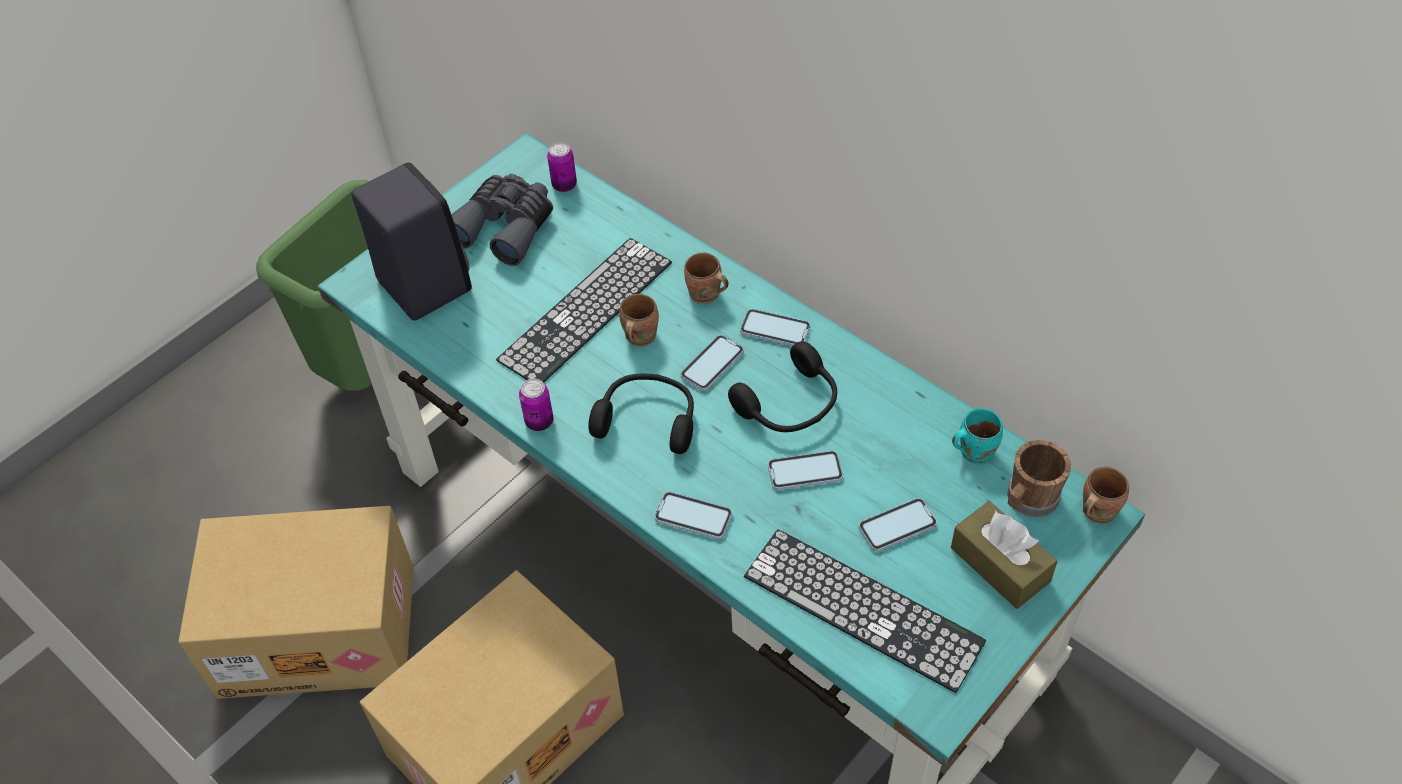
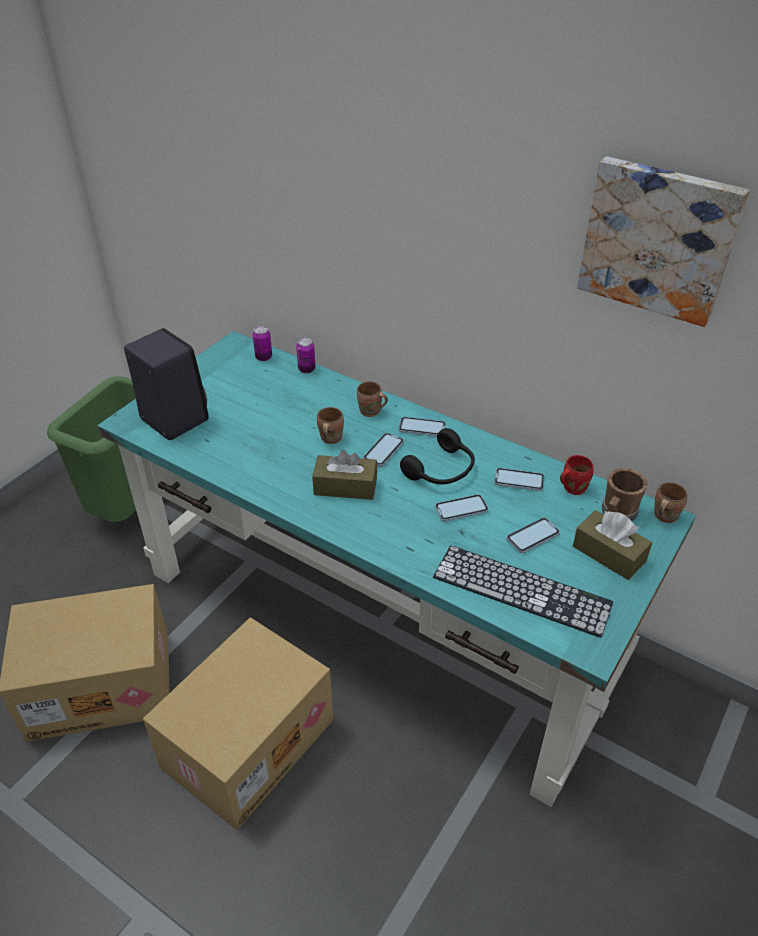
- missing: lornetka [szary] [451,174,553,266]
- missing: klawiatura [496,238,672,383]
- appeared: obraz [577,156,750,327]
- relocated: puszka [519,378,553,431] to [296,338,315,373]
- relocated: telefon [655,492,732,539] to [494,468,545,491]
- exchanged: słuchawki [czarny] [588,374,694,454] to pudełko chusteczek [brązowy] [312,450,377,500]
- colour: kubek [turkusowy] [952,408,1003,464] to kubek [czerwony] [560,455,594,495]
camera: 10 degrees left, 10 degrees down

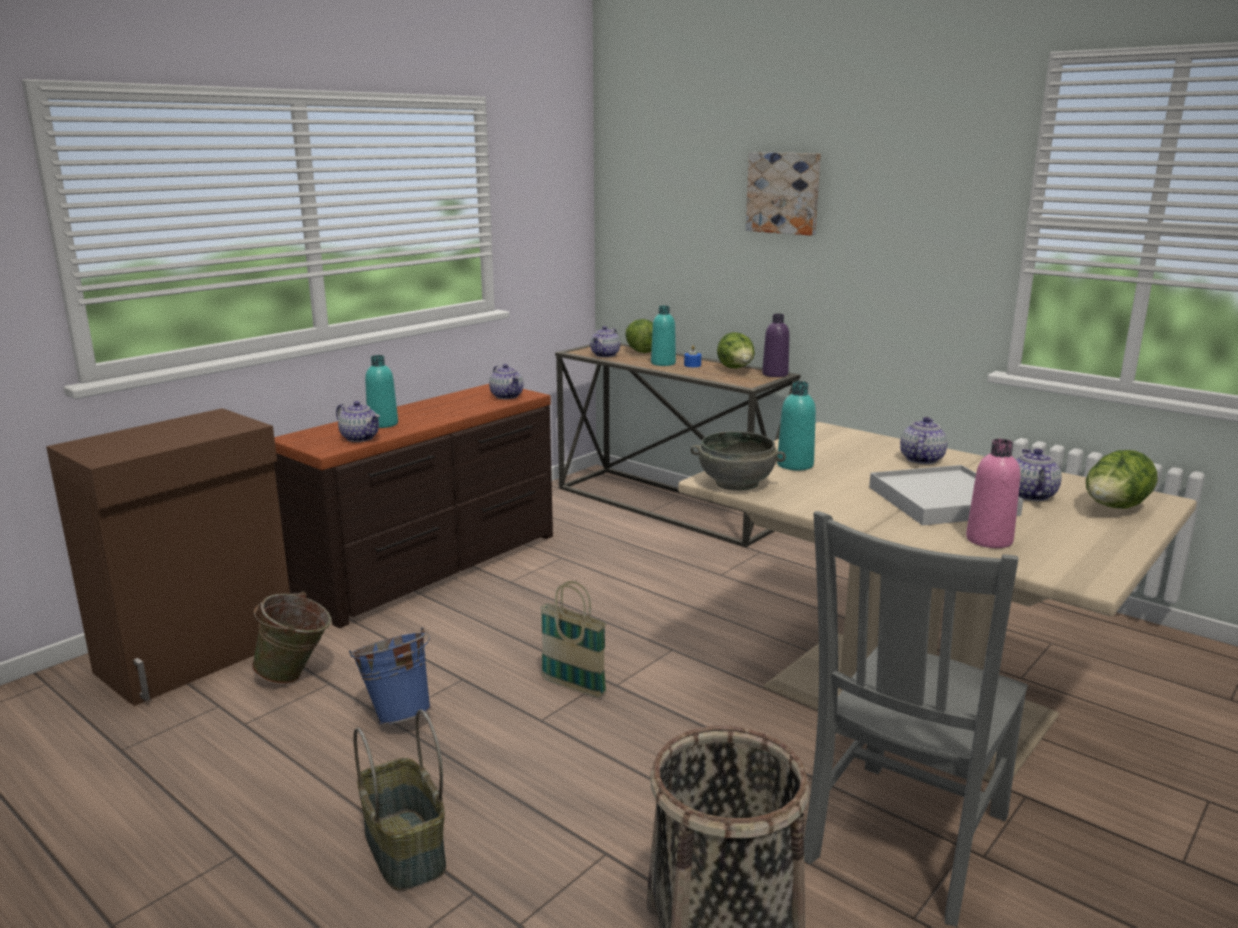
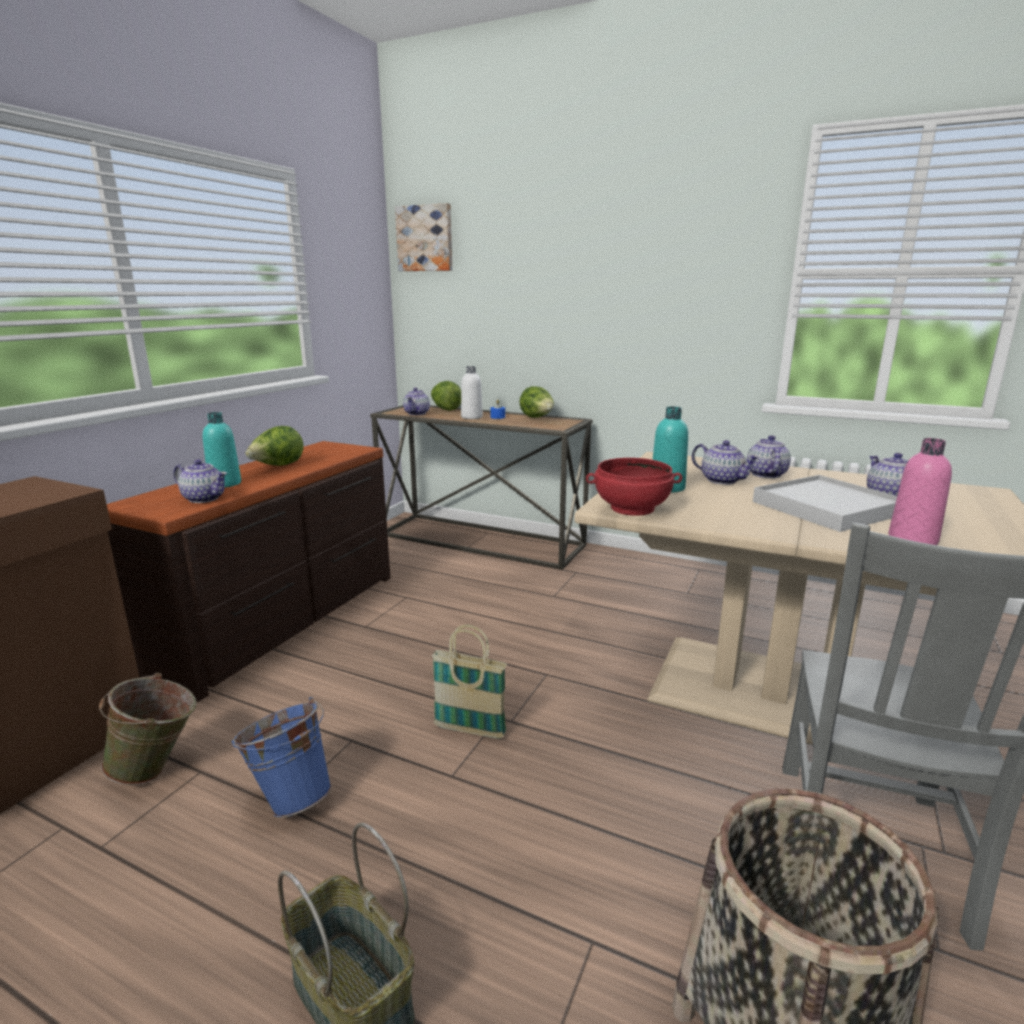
- missing: butelka [fioletowy] [762,314,789,377]
- relocated: imbryk [489,364,523,399] to [692,440,760,485]
- relocated: obraz [746,152,821,236] to [395,203,452,271]
- relocated: sałata [1086,450,1158,509] to [245,426,304,466]
- colour: butelka [turkusowy] [651,306,676,366] to butelka [biały] [461,366,483,419]
- colour: miska [szary] [690,431,786,491] to miska [czerwony] [586,458,682,516]
camera: 15 degrees left, 0 degrees up

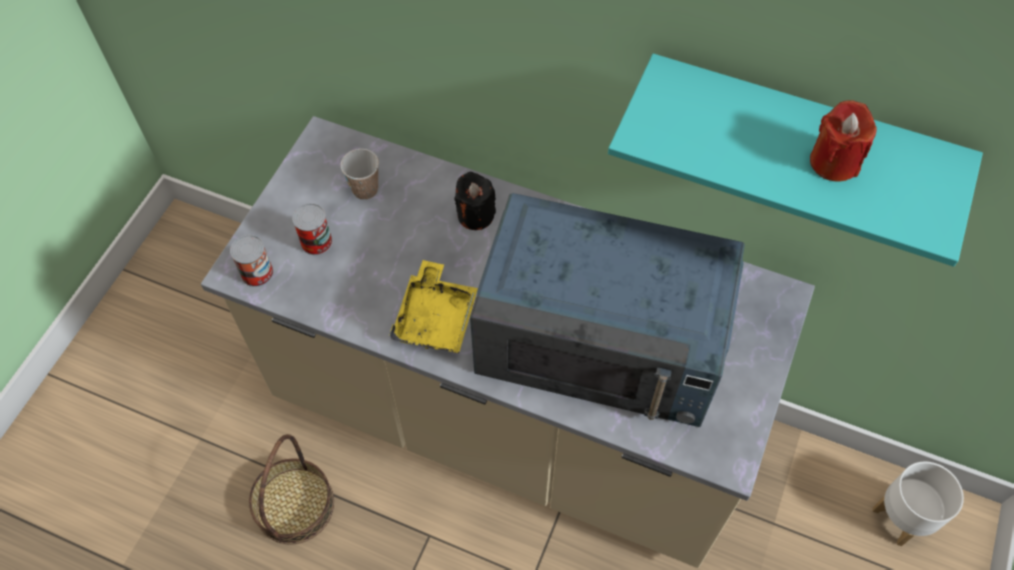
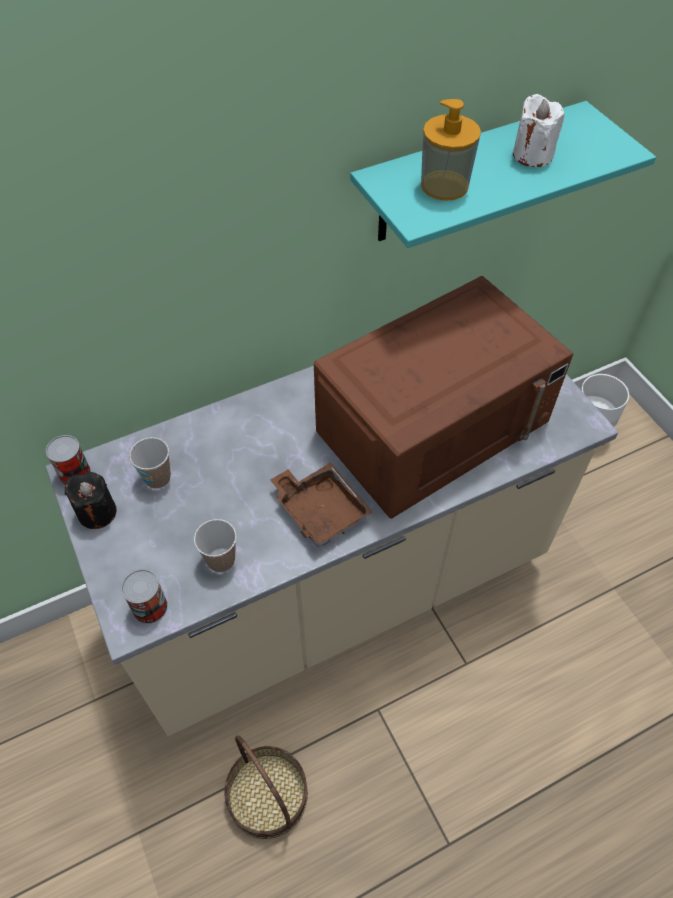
- appeared: filiżanka [194,519,237,572]
- appeared: dozownik mydła [421,99,481,201]
- relocated: puszka [292,203,333,255] to [46,435,91,485]
- relocated: świeca [czarny] [455,172,496,230] to [65,472,117,529]
- colour: taca [żółty] [389,260,478,353] to taca [brązowy] [270,462,373,548]
- colour: mikrofalówka [niebieski] [470,193,745,427] to mikrofalówka [brązowy] [314,276,573,519]
- colour: świeca [czerwony] [810,100,877,182] to świeca [biały] [513,94,565,167]
camera: 50 degrees left, 5 degrees down

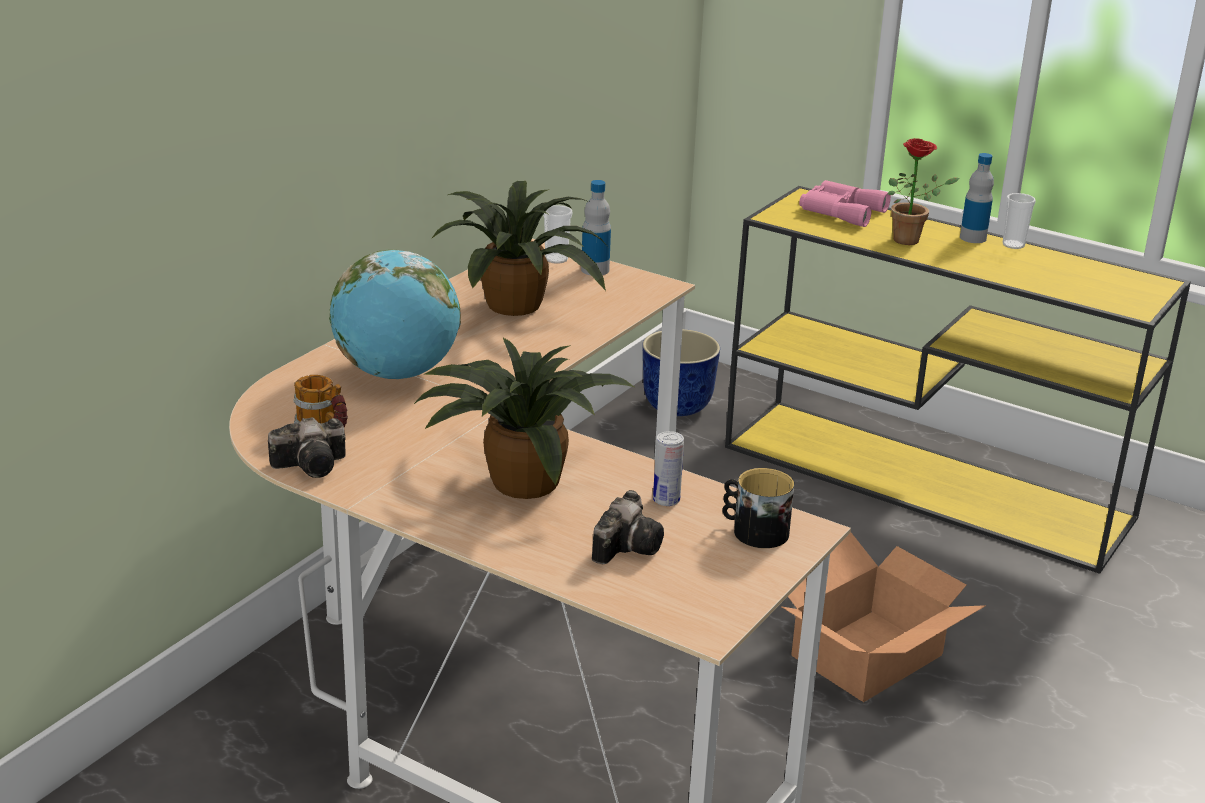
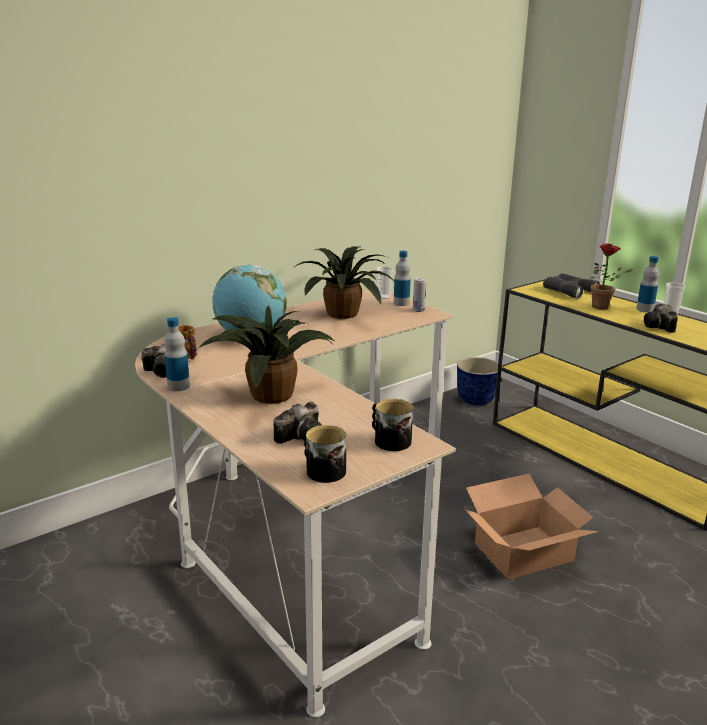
- appeared: butelka [164,317,190,391]
- appeared: kubek [304,425,346,483]
- appeared: aparat fotograficzny [644,304,678,333]
- relocated: puszka [653,431,684,506] to [413,278,426,312]
- colour: lornetka [różowy] [799,180,891,227] to lornetka [szary] [543,273,600,299]
camera: 20 degrees right, 5 degrees down

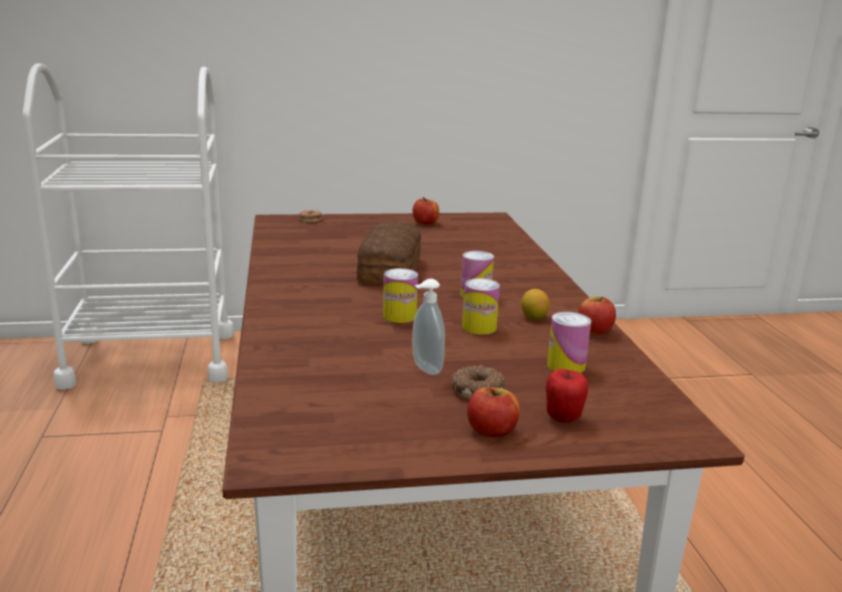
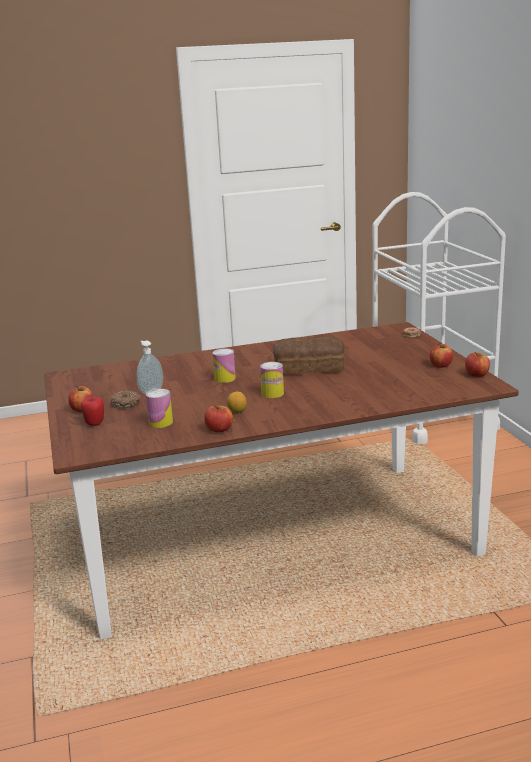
- missing: puszka [462,278,500,335]
- appeared: jabłko [465,352,490,377]
camera: 85 degrees right, 0 degrees up

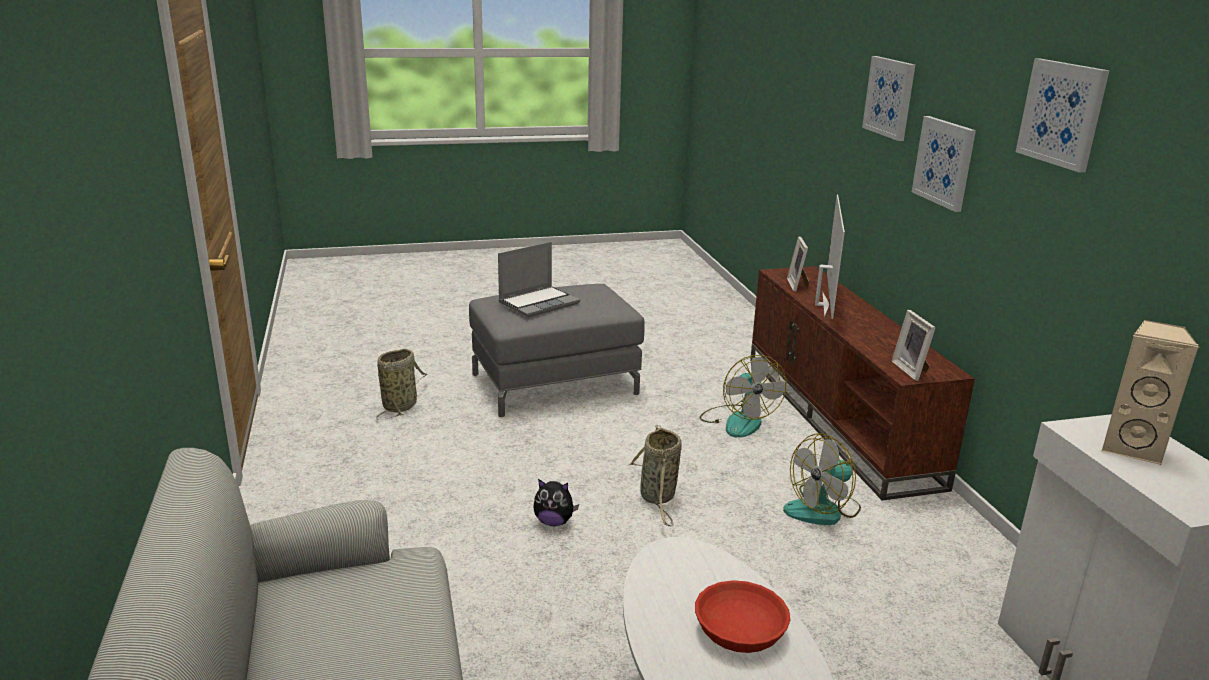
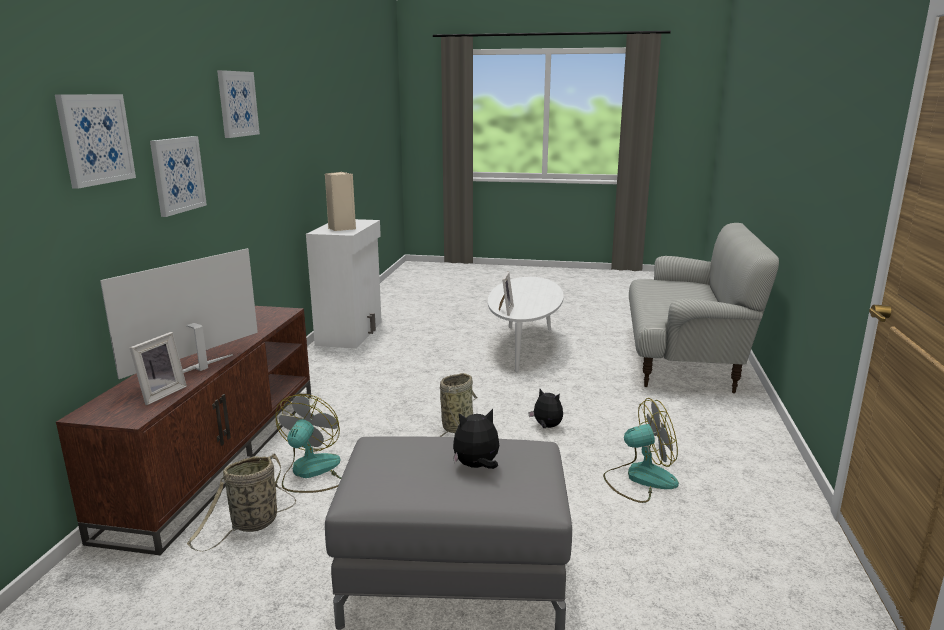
- missing: miska [czerwony] [695,580,791,653]
- relocated: koszyk [376,349,428,420] to [187,453,296,552]
- relocated: wentylator [783,433,861,525] to [603,398,679,503]
- relocated: ramka na zdjęcie [892,310,936,381] to [499,272,514,316]
- exchanged: laptop [498,242,580,317] to pluszak [453,409,499,469]
camera: 155 degrees left, 5 degrees down

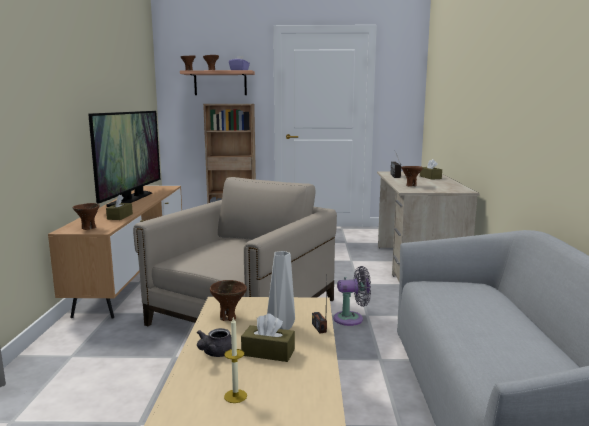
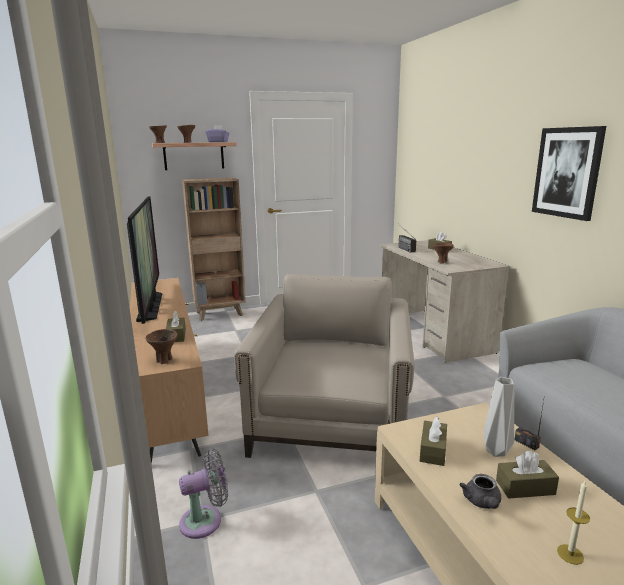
- appeared: obraz [532,126,606,221]
- relocated: wentylator [szary] [333,266,371,326] to [179,449,228,539]
- exchanged: miska [brązowy] [210,280,247,321] to pudełko chusteczek [brązowy] [420,416,447,466]
camera: 20 degrees left, 5 degrees up

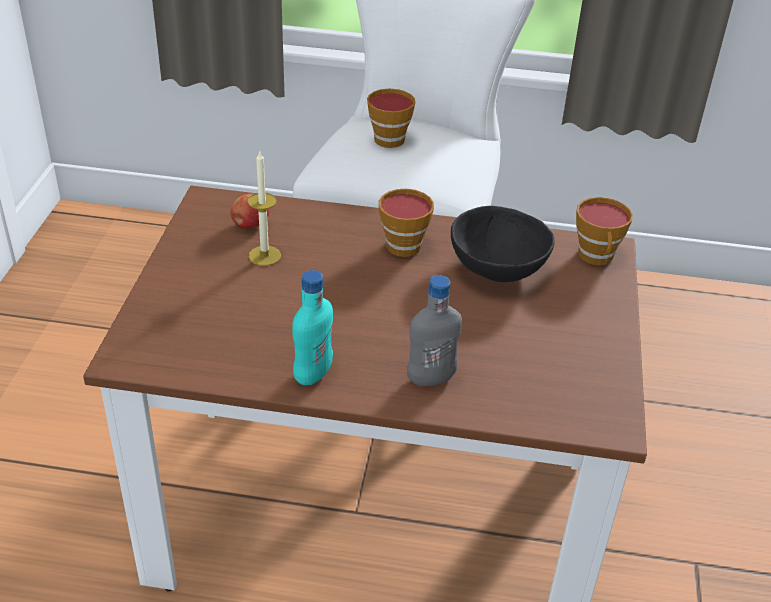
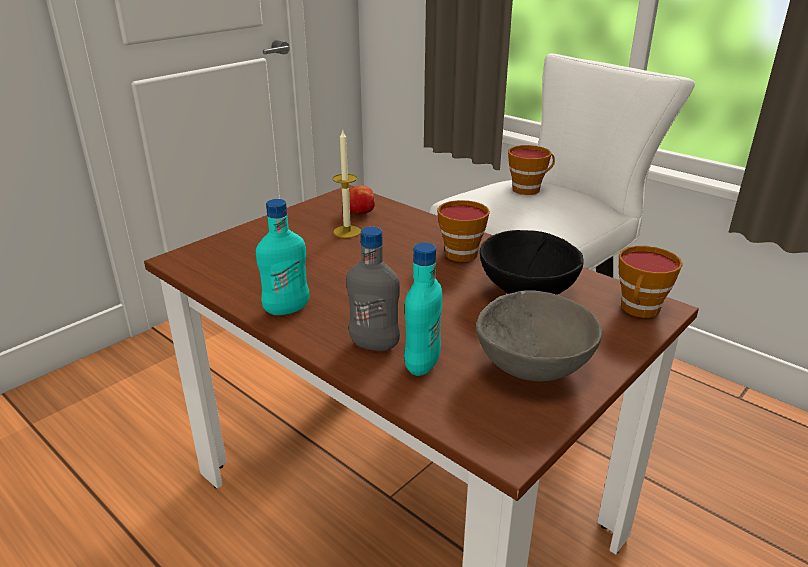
- appeared: butelka [turkusowy] [404,243,442,376]
- appeared: miska [szary] [476,290,602,381]
camera: 35 degrees right, 10 degrees down

